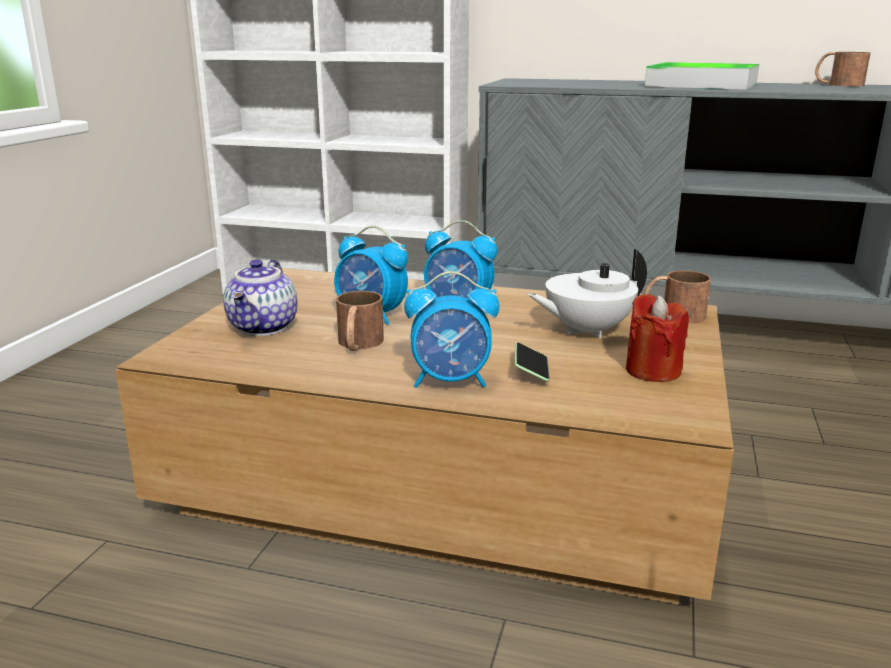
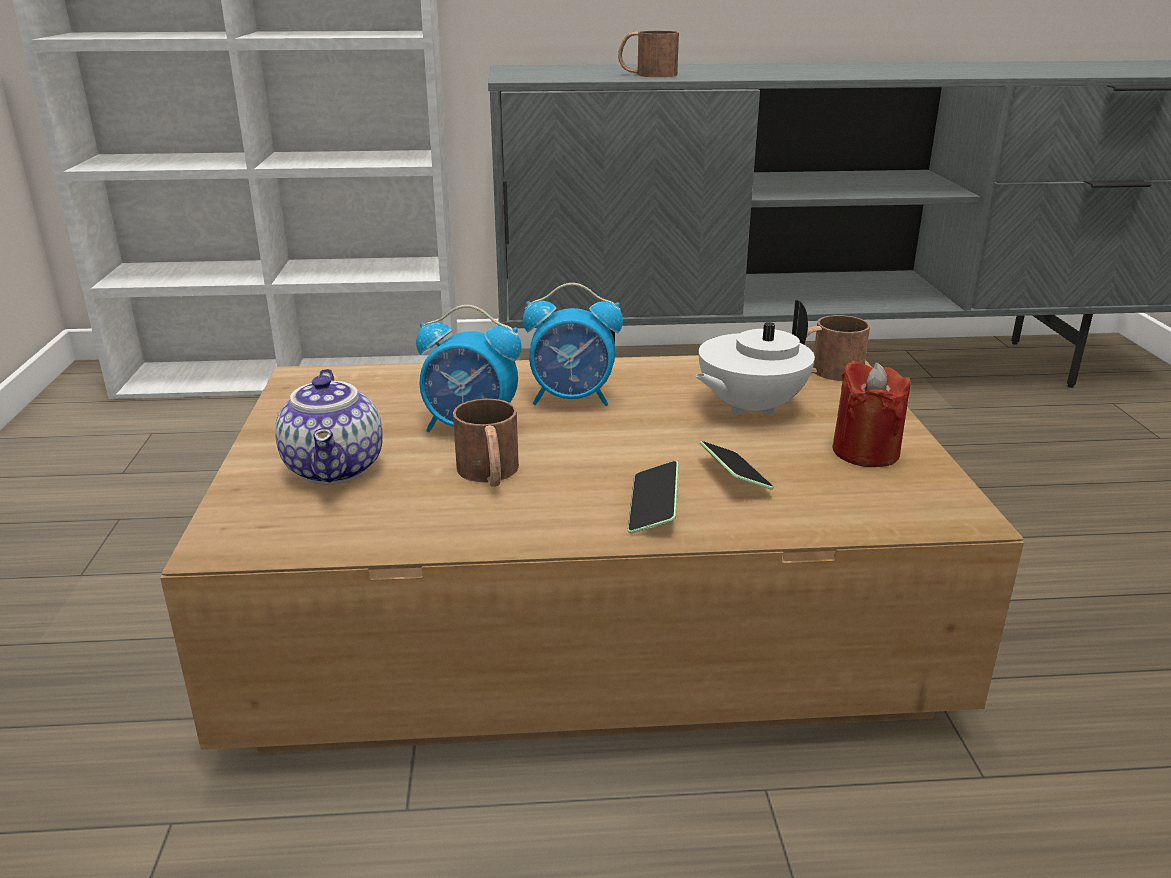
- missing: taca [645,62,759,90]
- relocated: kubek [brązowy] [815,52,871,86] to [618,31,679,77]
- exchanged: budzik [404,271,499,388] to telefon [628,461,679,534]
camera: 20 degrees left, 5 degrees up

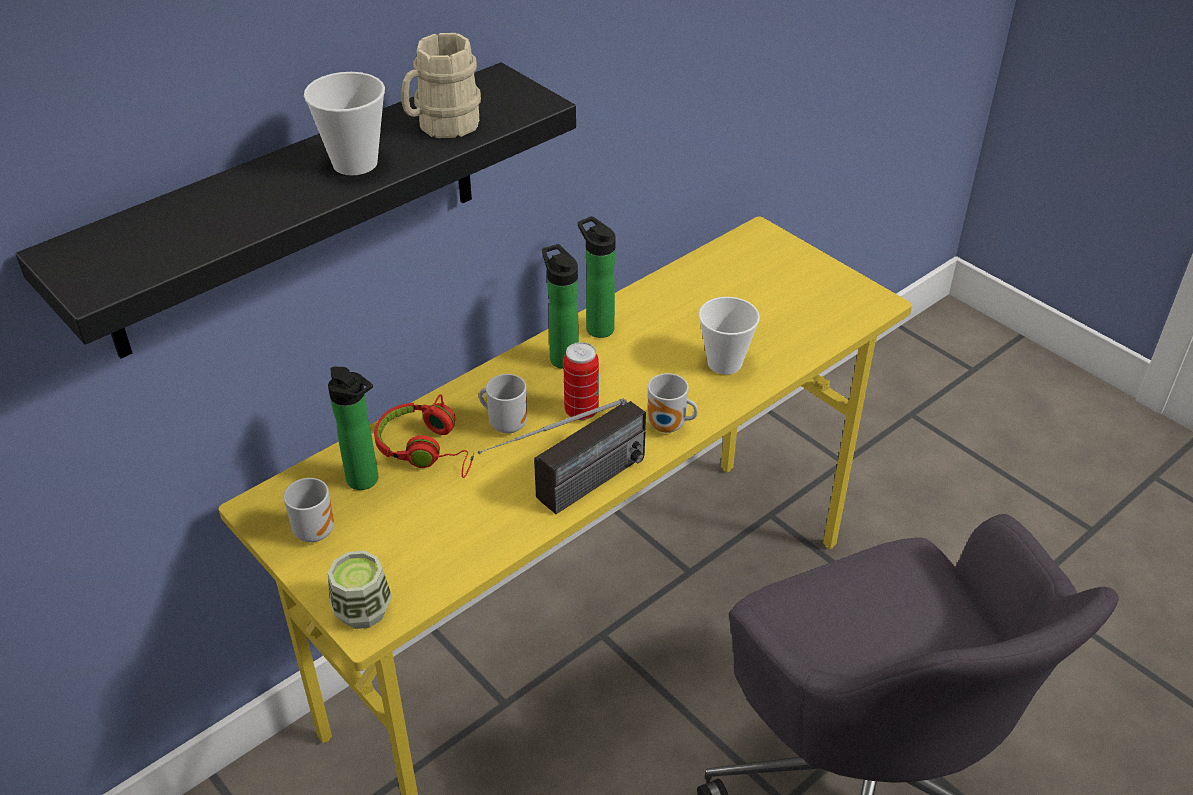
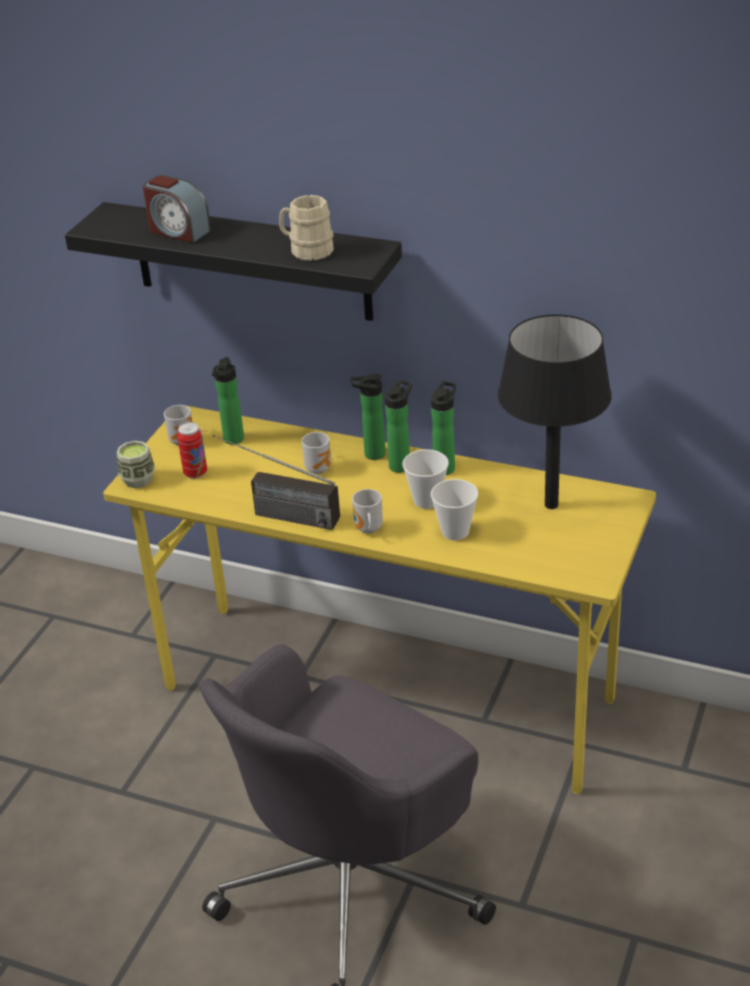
- missing: słuchawki [czerwony] [374,394,474,478]
- appeared: budzik [143,175,211,243]
- appeared: butelka [350,373,386,460]
- appeared: lampa stołowa [czarny] [498,314,612,509]
- relocated: filiżanka [304,72,385,175] to [402,449,449,509]
- relocated: puszka [563,342,599,420] to [177,422,207,479]
camera: 65 degrees right, 5 degrees down

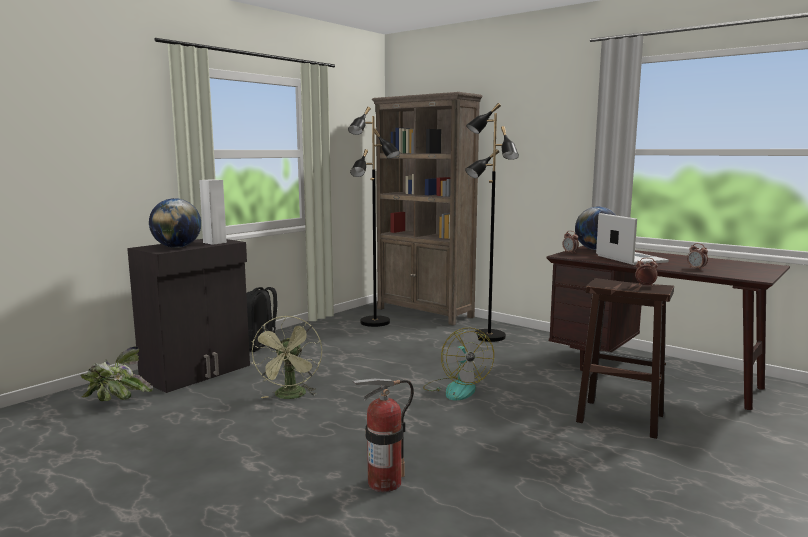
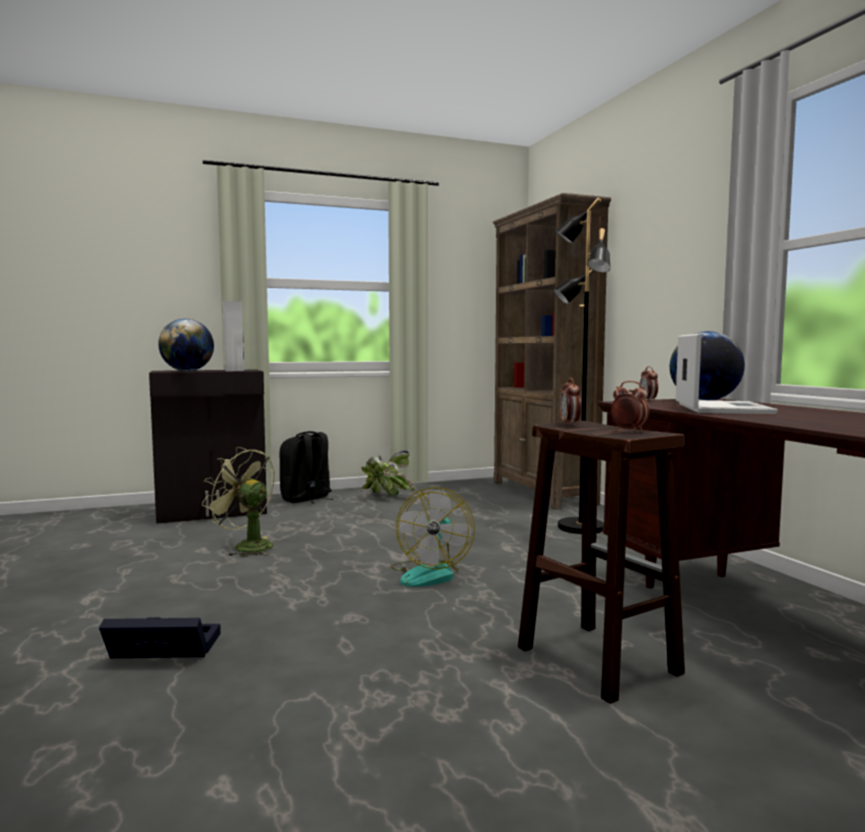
- missing: lampa stojąca [czarny] [348,107,400,327]
- relocated: roślina doniczkowa [81,346,153,401] to [361,451,415,496]
- relocated: budzik [687,243,708,270] to [560,378,581,425]
- exchanged: gaśnica [353,379,414,492] to pojemnik do przechowywania [czarny] [99,617,221,658]
- spun: wentylator [zielony] [251,316,322,399] = [202,447,275,557] 90 degrees clockwise
camera: 30 degrees right, 5 degrees down

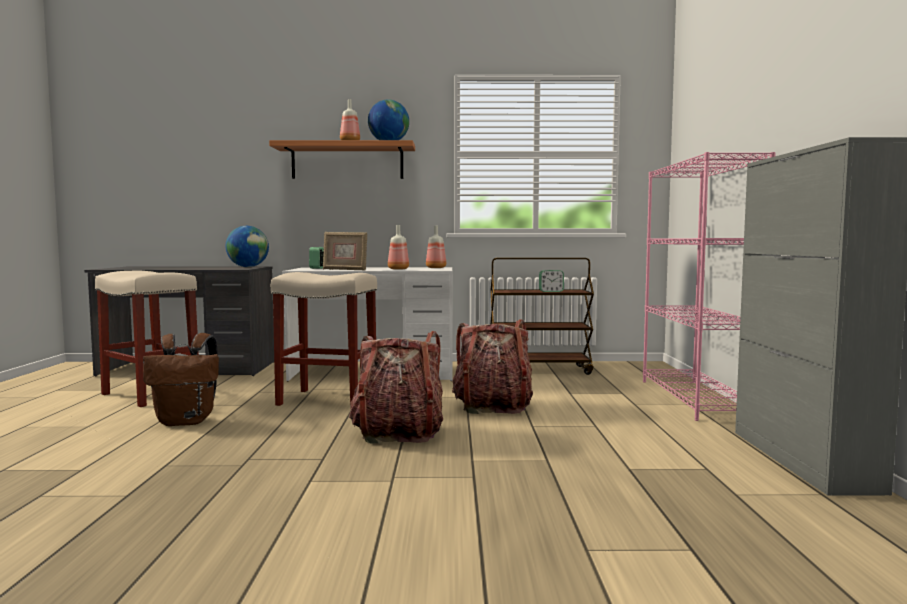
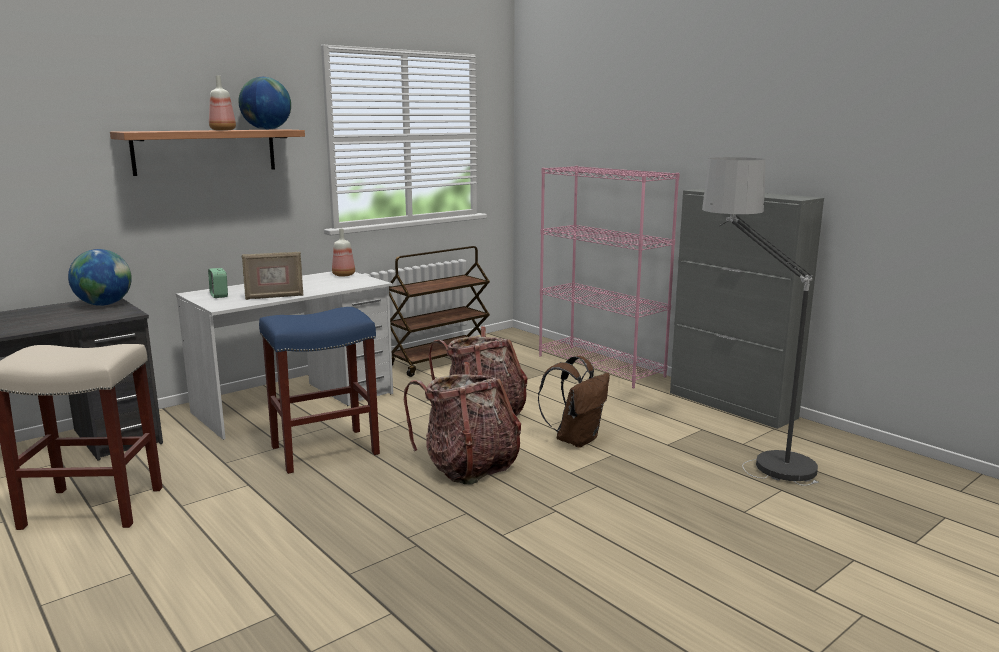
- missing: butelka [388,225,409,270]
- missing: budzik [539,270,564,292]
- appeared: lampa stojąca [702,157,819,486]
- relocated: plecak [brązowy] [143,333,219,426] to [538,356,610,448]
- colour: stołek [beżowy] [271,272,377,409] to stołek [niebieski] [259,307,380,474]
camera: 40 degrees left, 10 degrees up

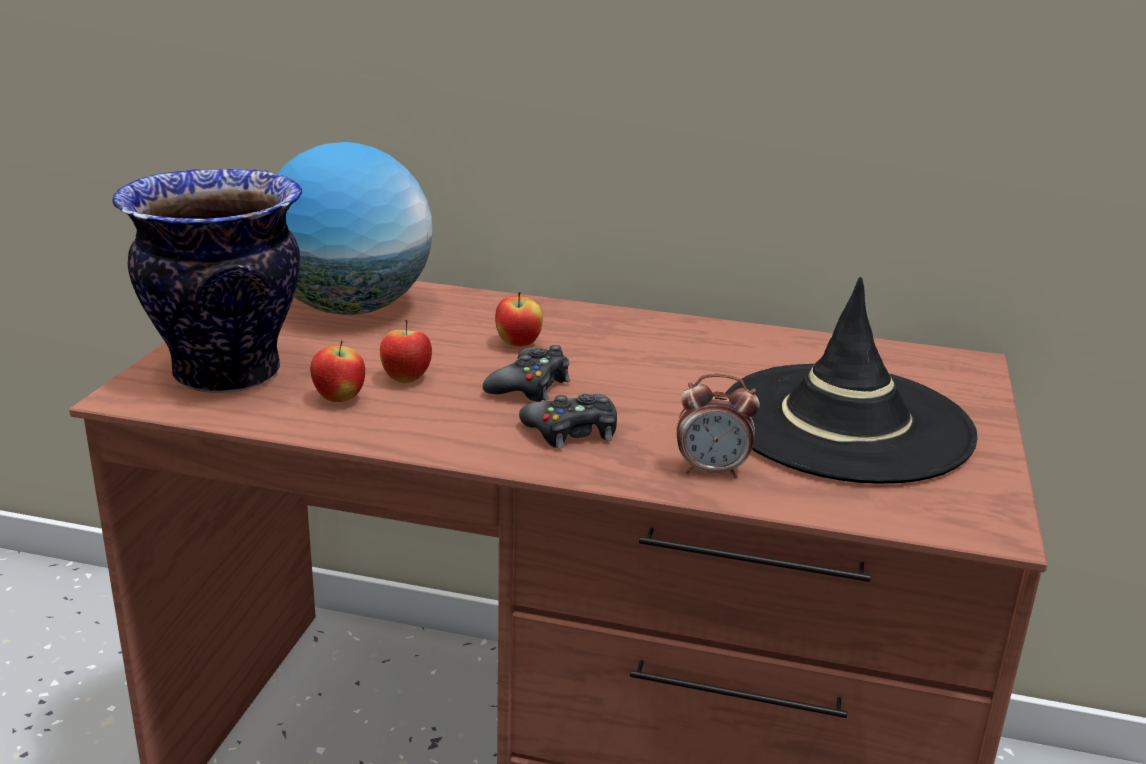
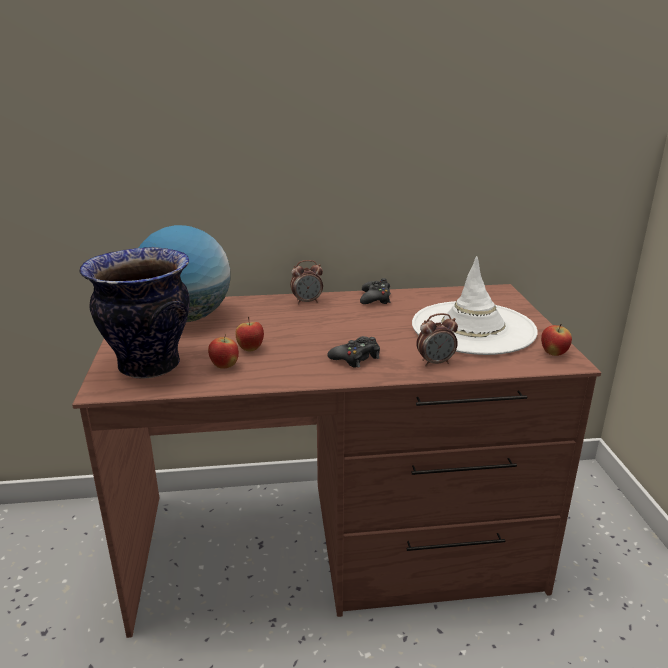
- appeared: budzik [290,260,323,304]
- relocated: pad do gier [czarny] [483,345,570,402] to [360,278,391,304]
- relocated: jabłko [495,292,543,347] to [541,324,572,356]
- colour: kapelusz [czarny] [725,277,978,484] to kapelusz [biały] [412,256,538,355]
camera: 20 degrees left, 0 degrees up

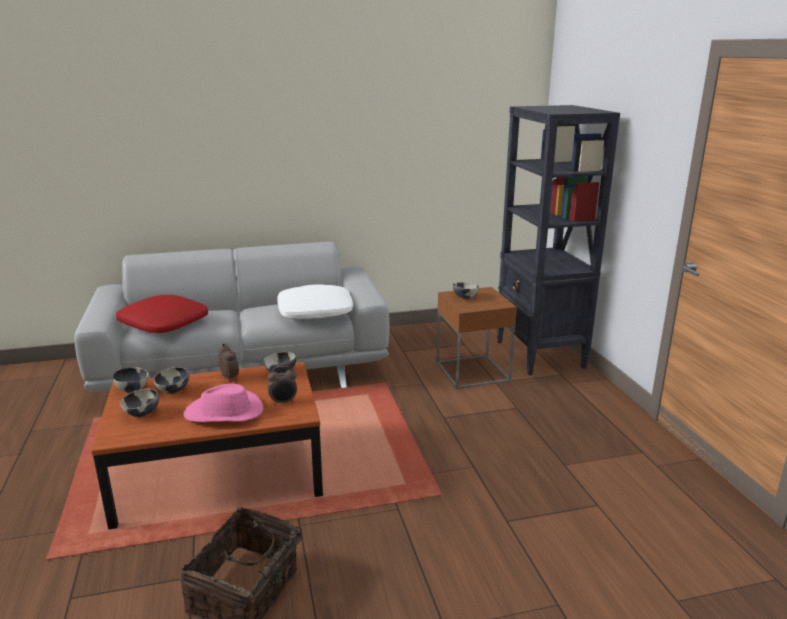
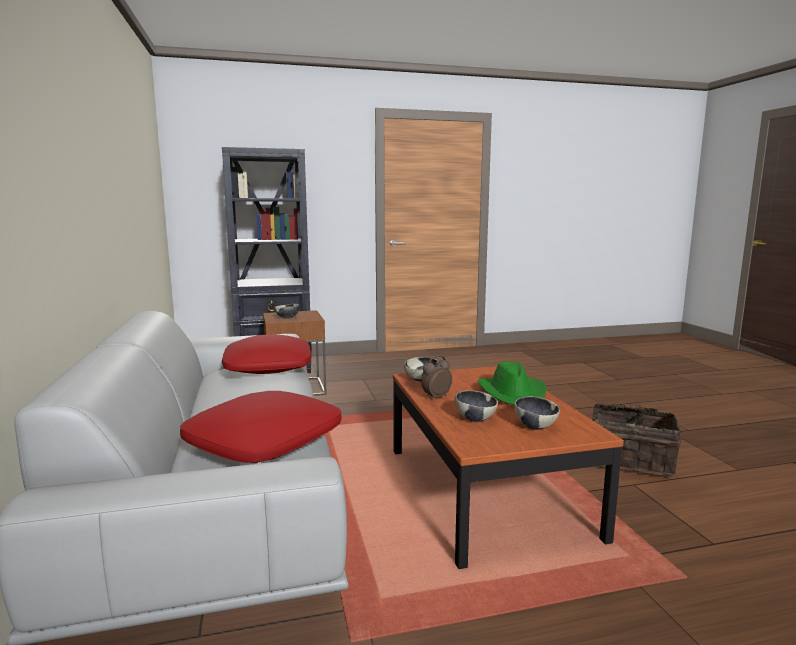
- missing: miska [112,367,149,393]
- missing: budzik [267,366,297,405]
- colour: kapelusz [różowy] [184,384,263,422] to kapelusz [zielony] [478,362,547,405]
- colour: poduszka [biały] [277,284,353,319] to poduszka [czerwony] [222,334,311,374]
camera: 90 degrees left, 10 degrees down

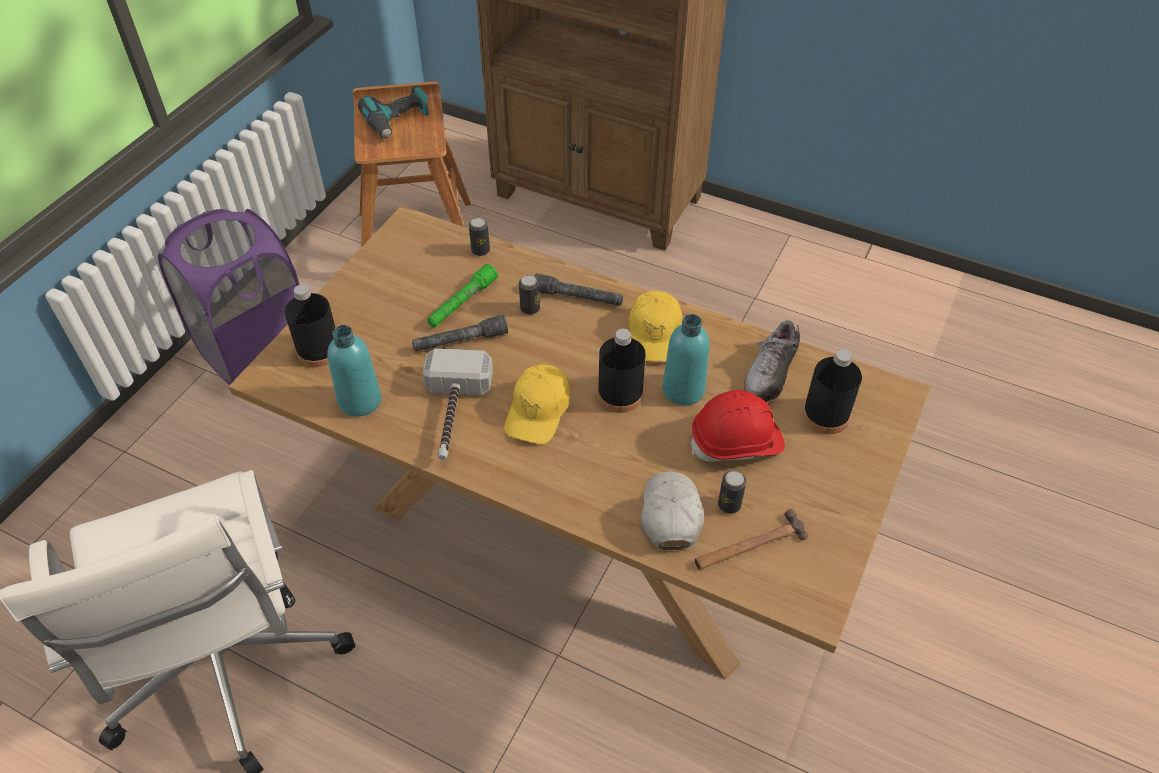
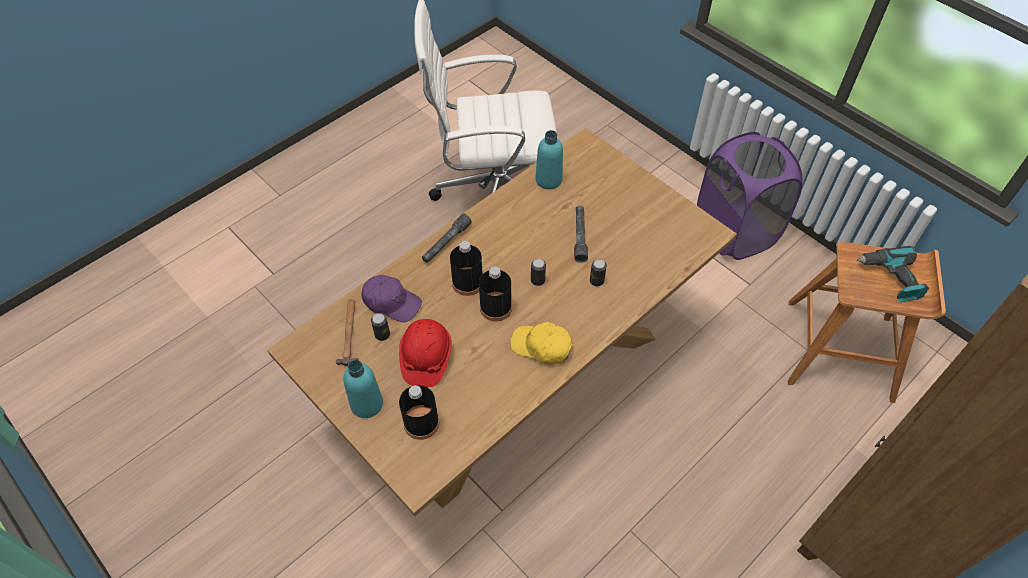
- missing: młotek [423,348,493,460]
- missing: latarka [zielony] [427,264,498,327]
- missing: czapka z daszkiem [żółty] [504,364,570,444]
- missing: but [744,320,804,402]
- relocated: butelka [czarny] [284,284,336,367] to [450,241,483,296]
- relocated: puszka [469,217,490,256] to [531,259,546,286]
- relocated: latarka [szary] [534,273,623,306] to [422,214,472,263]
- relocated: butelka [turkusowy] [663,314,710,405] to [343,360,383,418]
- colour: czapka z daszkiem [biały] [641,471,704,550] to czapka z daszkiem [fioletowy] [362,275,422,322]
camera: 110 degrees right, 5 degrees up

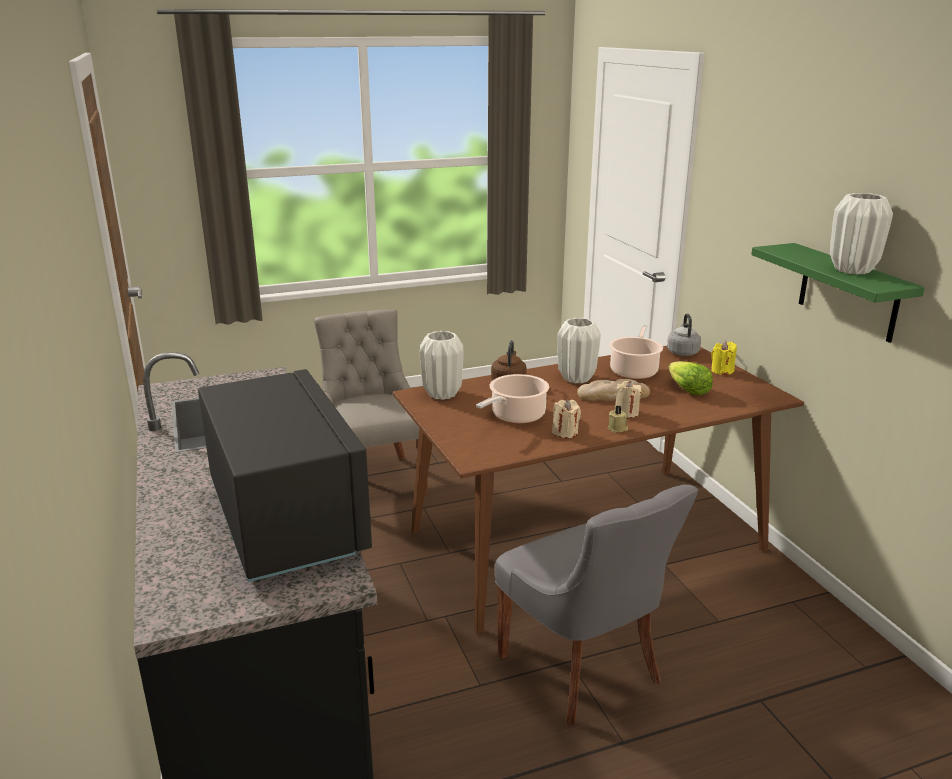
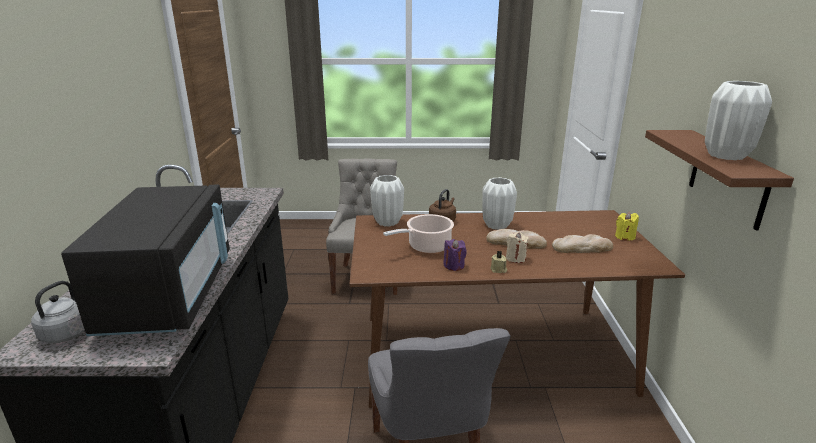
- missing: garnek [609,324,663,379]
- relocated: czajnik [szary] [667,313,701,356] to [31,281,85,343]
- exchanged: sałata [668,361,713,395] to chleb [552,234,613,253]
- colour: świeca [beżowy] [552,399,581,438] to świeca [fioletowy] [443,239,467,271]
- colour: półka [zielony] [751,243,925,343] to półka [brązowy] [645,130,794,231]
camera: 20 degrees right, 0 degrees up

